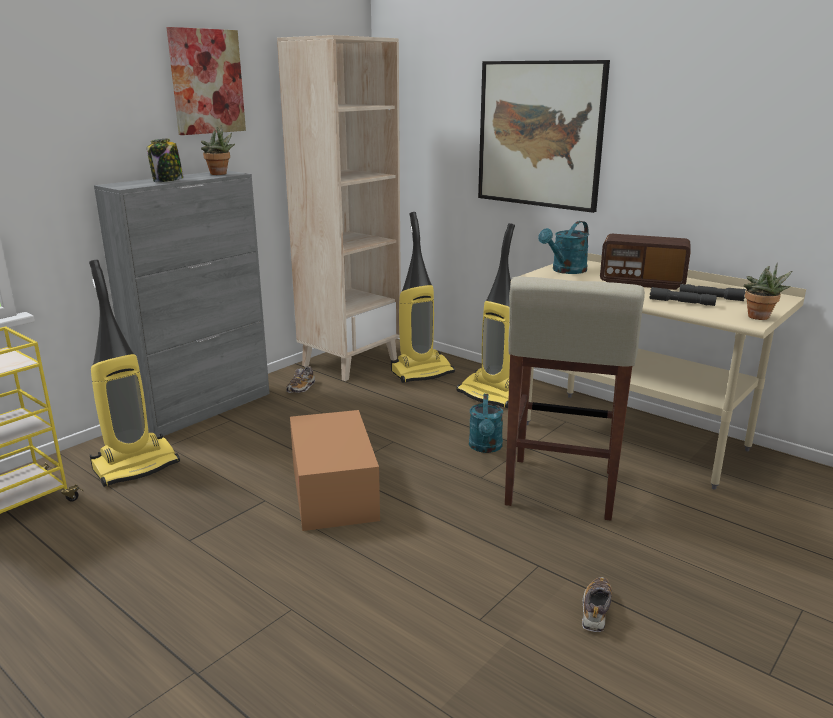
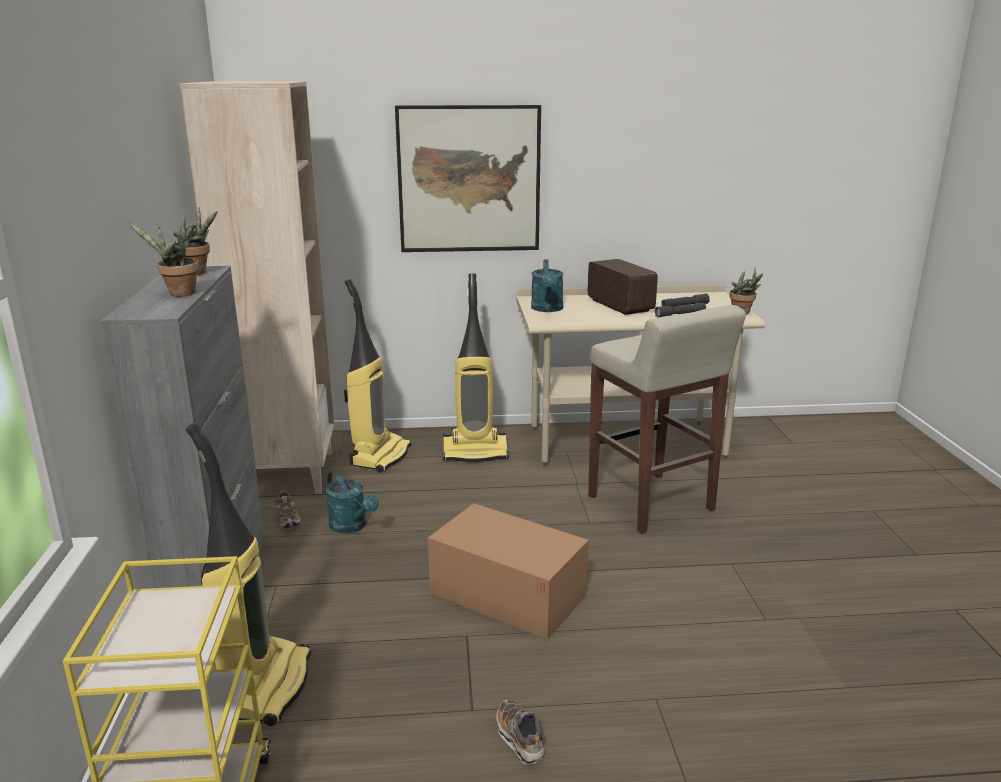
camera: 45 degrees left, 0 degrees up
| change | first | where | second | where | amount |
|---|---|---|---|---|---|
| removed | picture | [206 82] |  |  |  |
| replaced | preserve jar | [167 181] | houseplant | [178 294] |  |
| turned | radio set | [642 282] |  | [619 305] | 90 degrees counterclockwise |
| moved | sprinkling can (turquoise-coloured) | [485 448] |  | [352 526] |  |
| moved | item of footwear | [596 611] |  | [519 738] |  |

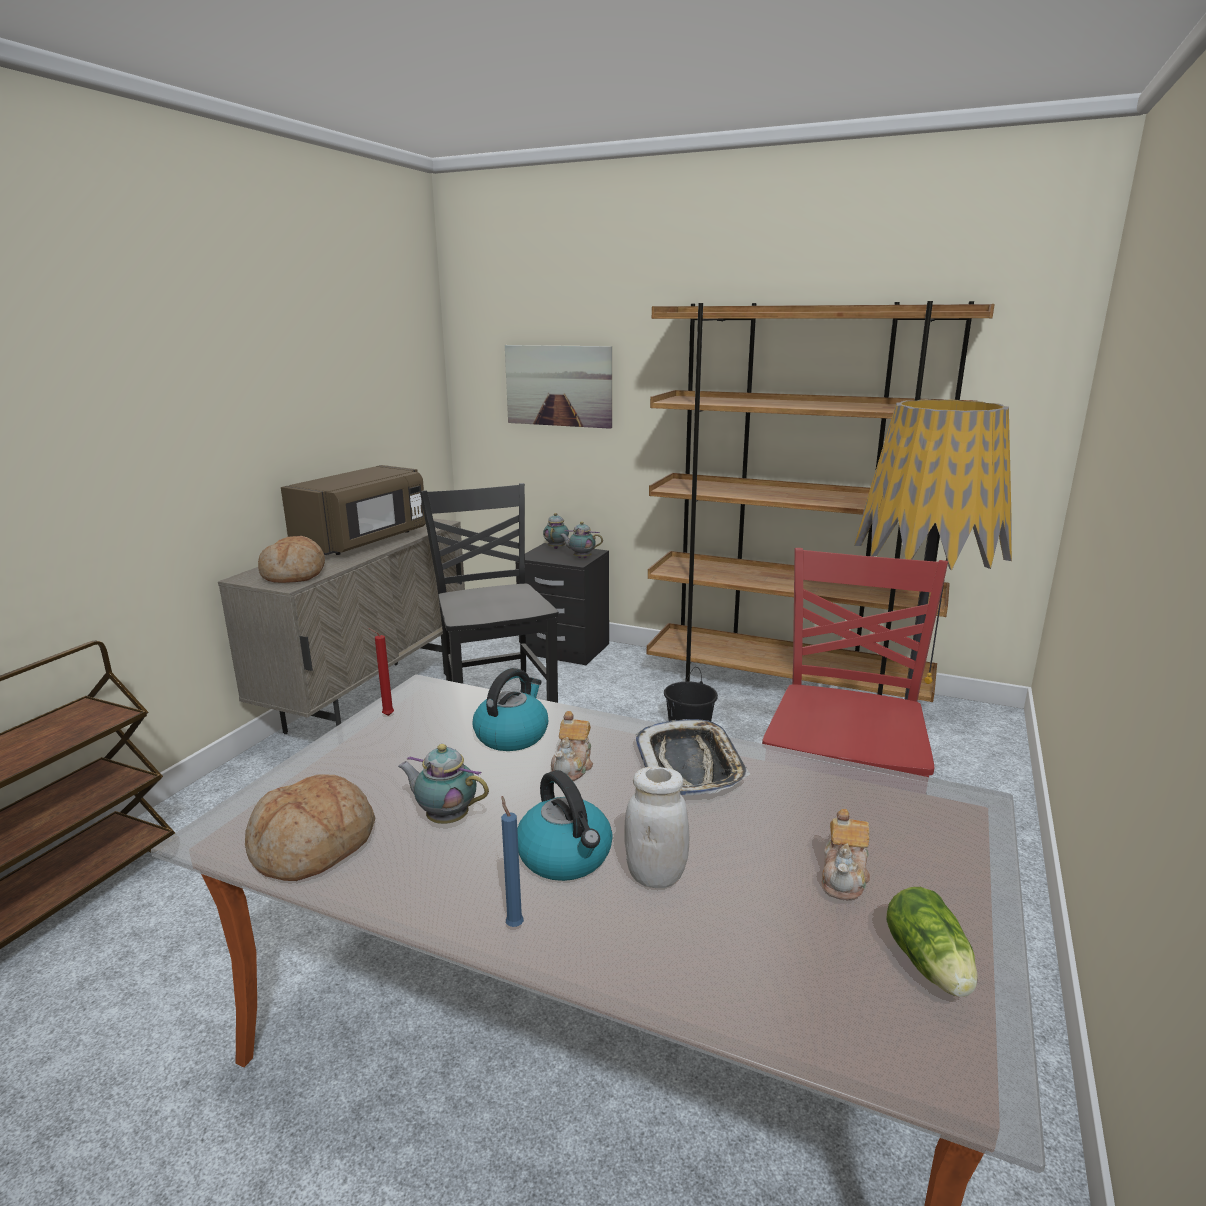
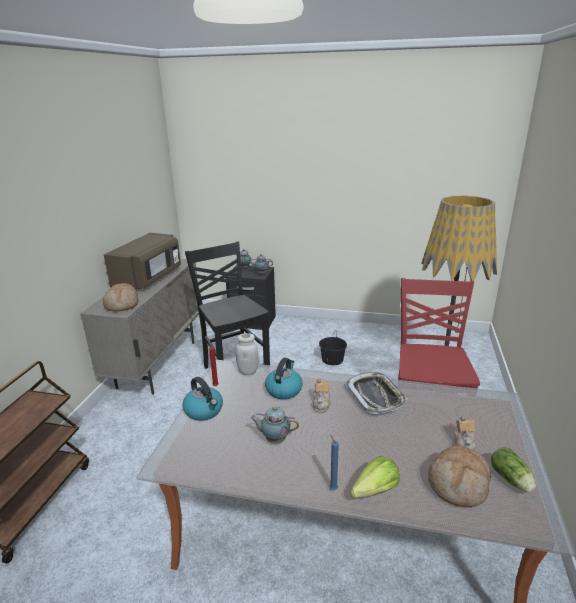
camera: 10 degrees left, 5 degrees up
| change | first | where | second | where | amount |
|---|---|---|---|---|---|
| removed | bookcase (brownish) | [786 688] |  |  |  |
| removed | picture | [558 386] |  |  |  |
| moved | preserve jar (white-coloured) | [655 876] |  | [248 371] |  |
| moved | kettle | [566 857] |  | [204 411] |  |
| moved | bakery bread | [314 846] |  | [458 484] |  |
| added |  |  | head of lettuce | [371 492] |  |

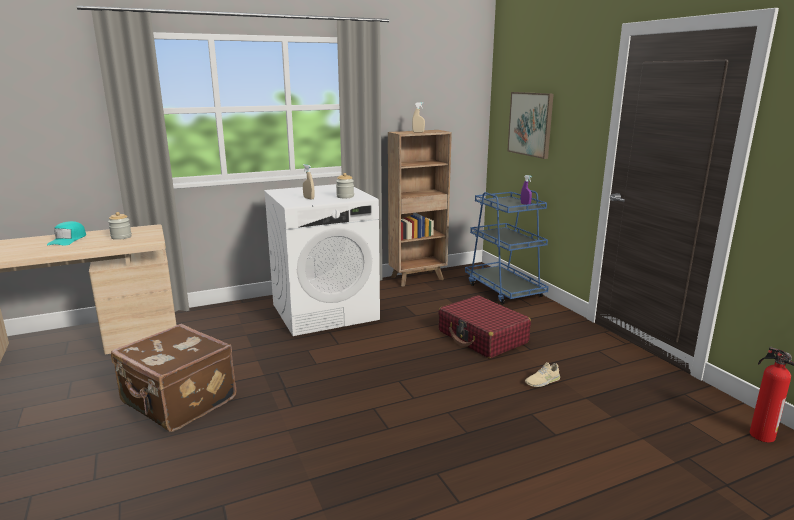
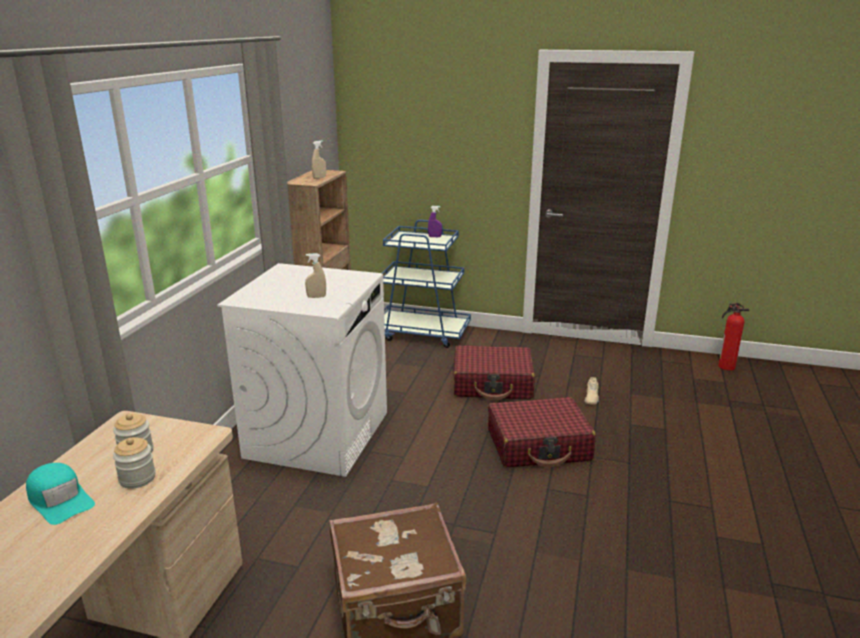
camera: 50 degrees left, 5 degrees up
| change | first | where | second | where | amount |
|---|---|---|---|---|---|
| removed | picture | [530 124] |  |  |  |
| moved | preserve jar | [345 196] |  | [137 478] |  |
| added |  |  | travel case (reddish) | [539 445] |  |

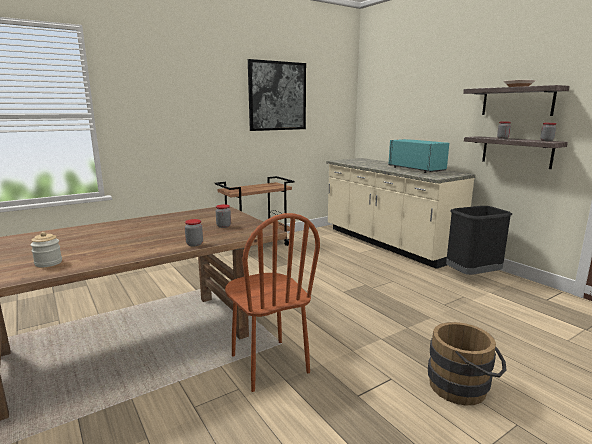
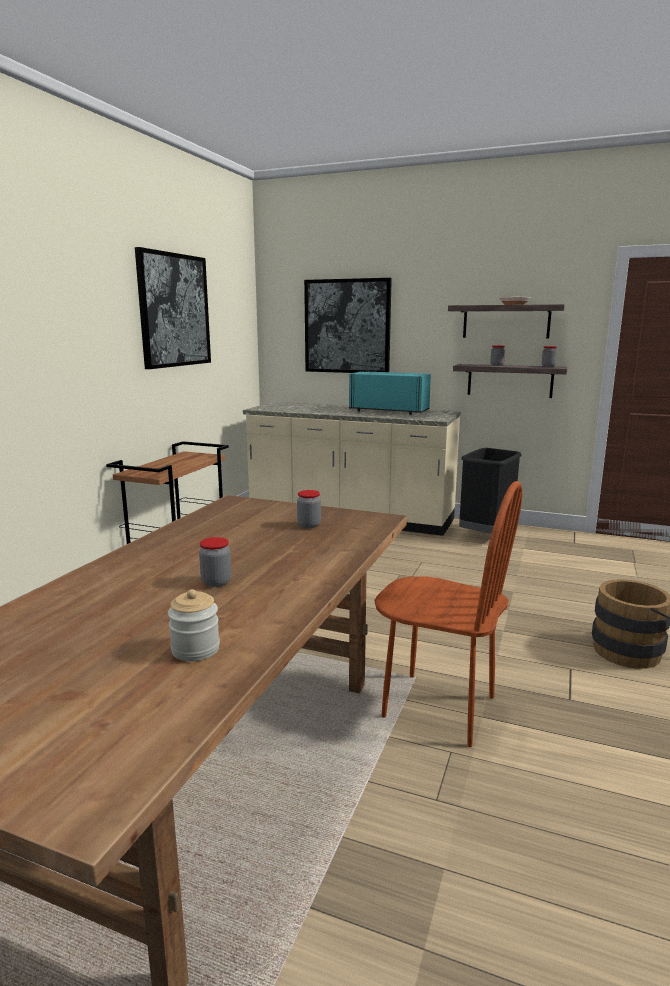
camera: 35 degrees left, 0 degrees up
| change | first | where | second | where | amount |
|---|---|---|---|---|---|
| moved | preserve jar | [194 244] |  | [216 582] |  |
| added |  |  | picture | [347 326] |  |

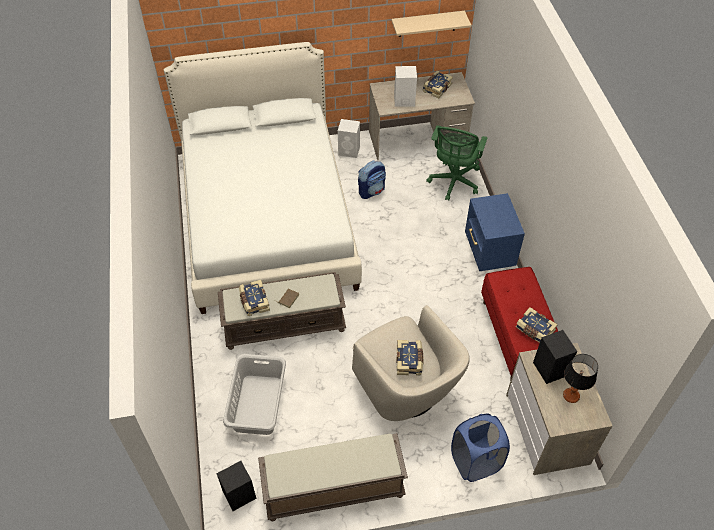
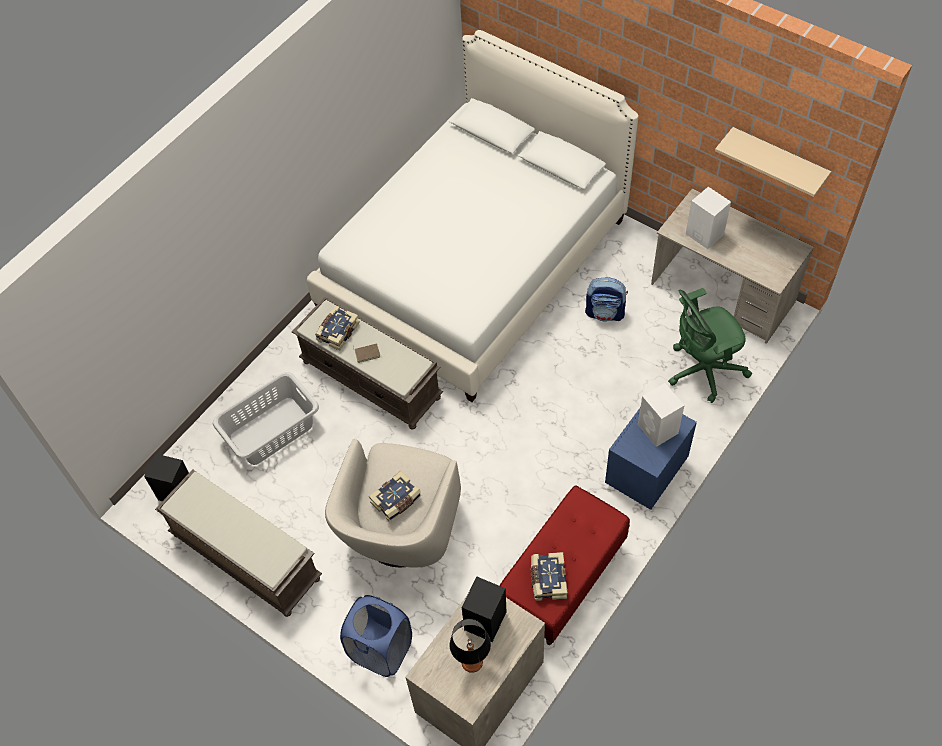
camera: 50 degrees right, 5 degrees up
| change | first | where | second | where | amount |
|---|---|---|---|---|---|
| removed | volume | [436 88] |  |  |  |
| moved | audio speaker (white-coloured) | [349 151] |  | [658 429] |  |

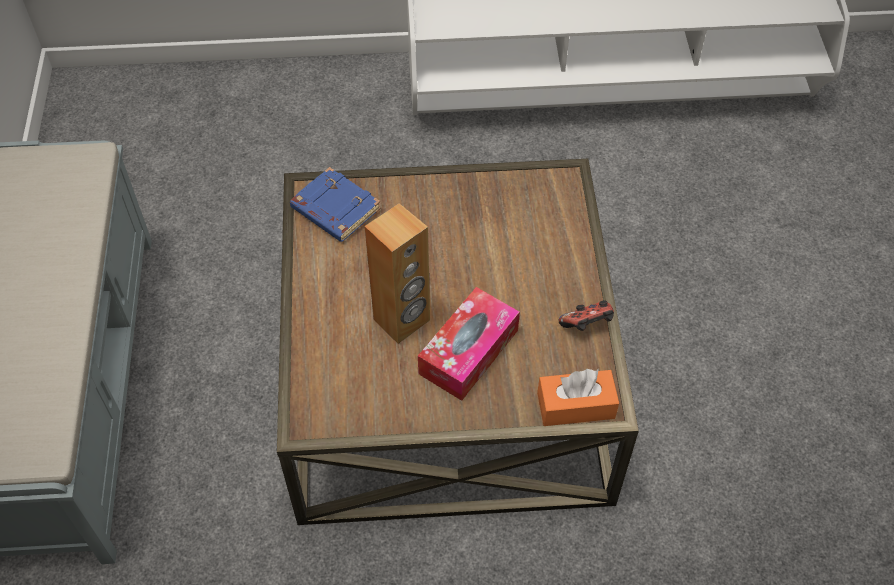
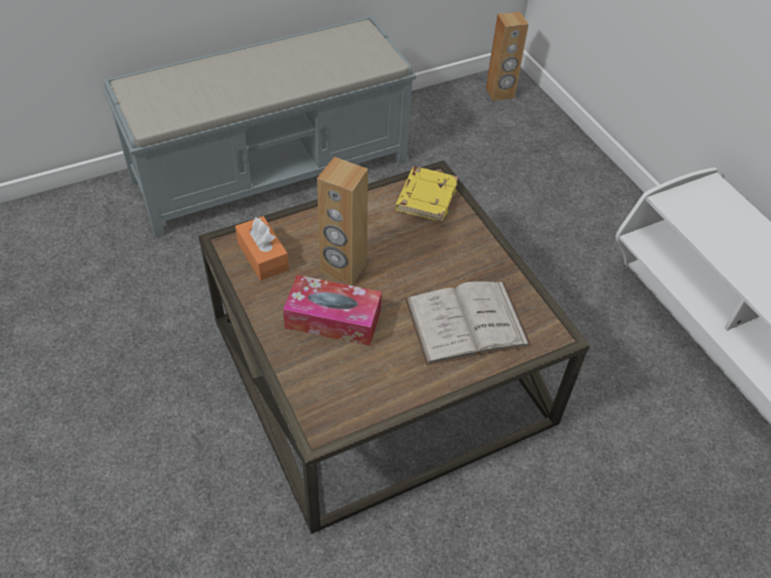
camera: 65 degrees right, 5 degrees down
| change | first | where | second | where | amount |
|---|---|---|---|---|---|
| recoloured | volume (blue-coloured) | [334 209] | volume (yellowish) | [426 197] |  |
| removed | gamepad | [587 325] |  |  |  |
| moved | tissue holder (orangey) | [575 405] |  | [263 256] |  |
| added |  |  | audio speaker (brownish) | [500 93] |  |
| added |  |  | volume (white-coloured) | [467 322] |  |

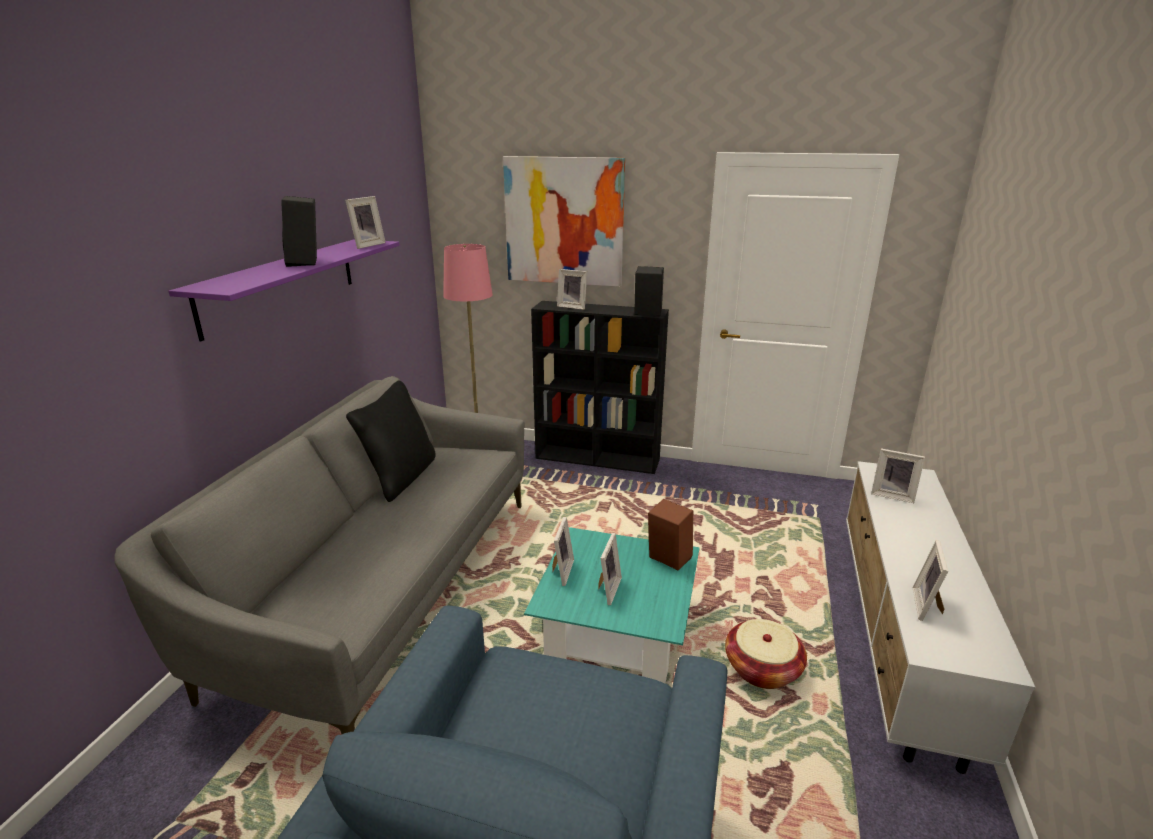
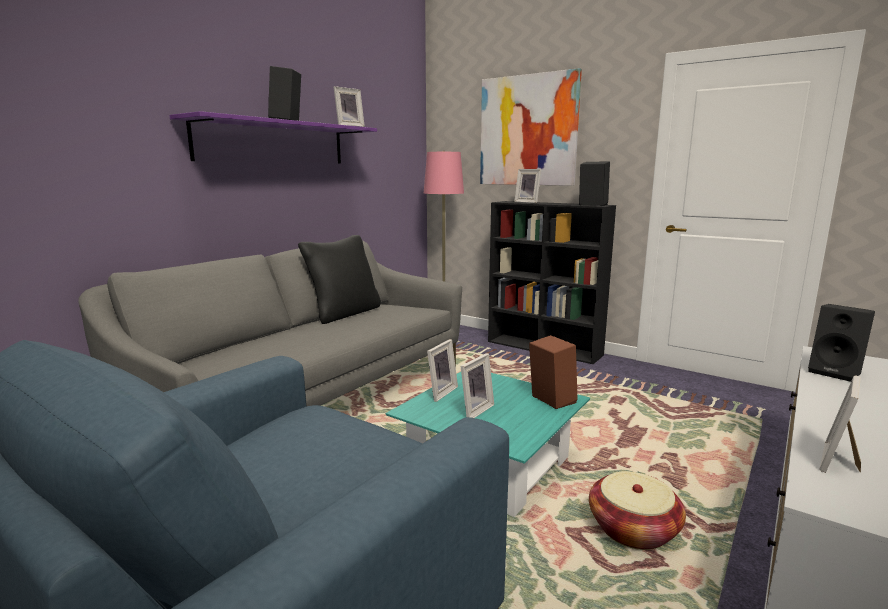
camera: 20 degrees right, 10 degrees down
| change | first | where | second | where | amount |
|---|---|---|---|---|---|
| replaced | photo frame | [892 495] | audio speaker (black) | [836 372] |  |

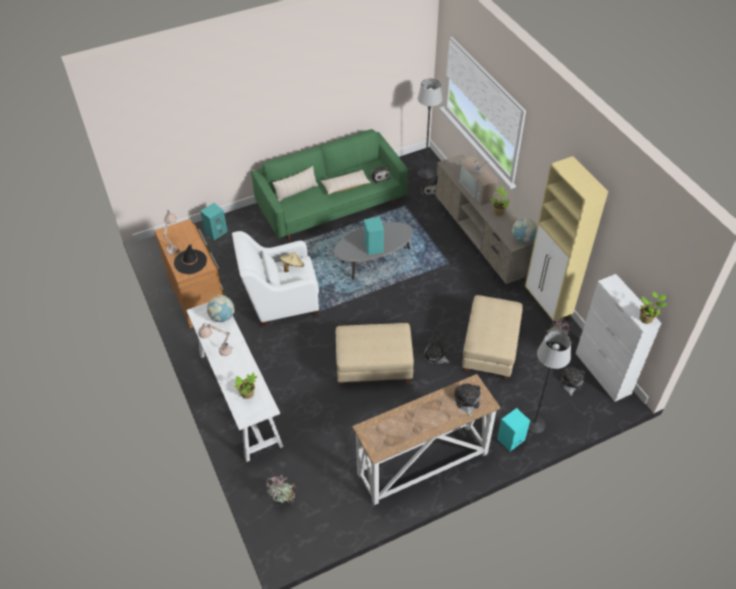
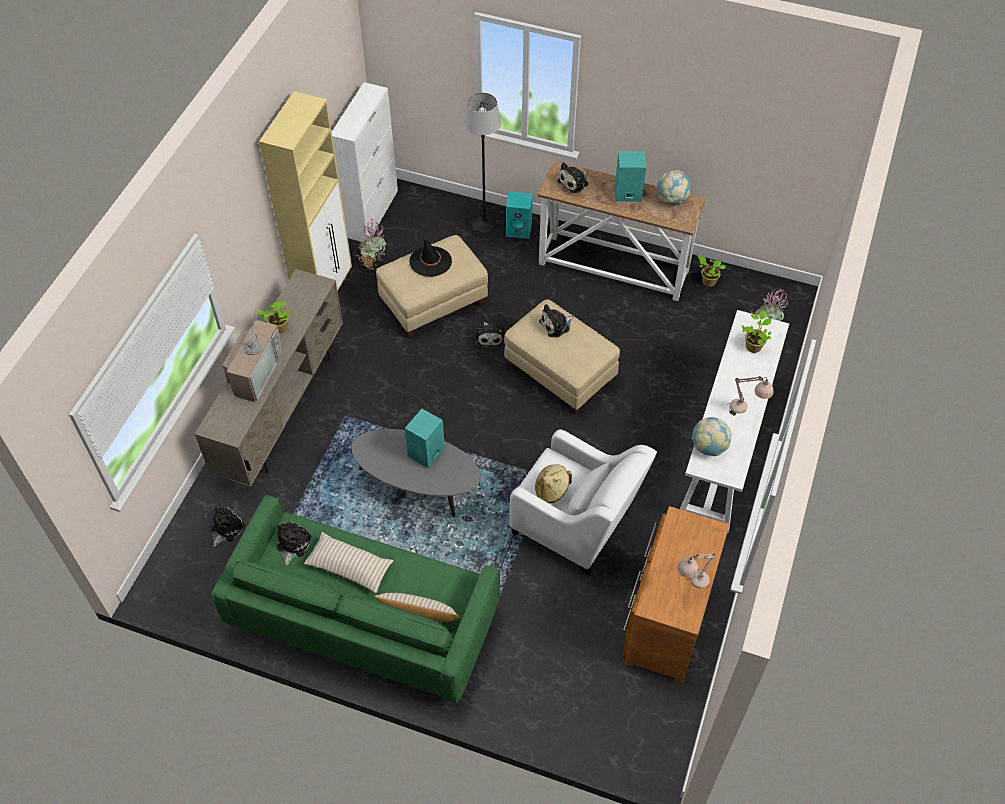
camera: 135 degrees left, 5 degrees up
| change | first | where | second | where | amount |
|---|---|---|---|---|---|
| removed | standing lamp | [425 173] |  |  |  |
| moved | audio speaker (turquoise-coloured) | [216 231] |  | [627 193] |  |
| moved | world globe | [523 239] |  | [672 199] |  |
| moved | wearable hat (black) | [190 262] |  | [430 261] |  |
| moved | houseplant | [646 318] |  | [707 281] |  |
| moved | soft toy | [571 382] |  | [556 325] |  |

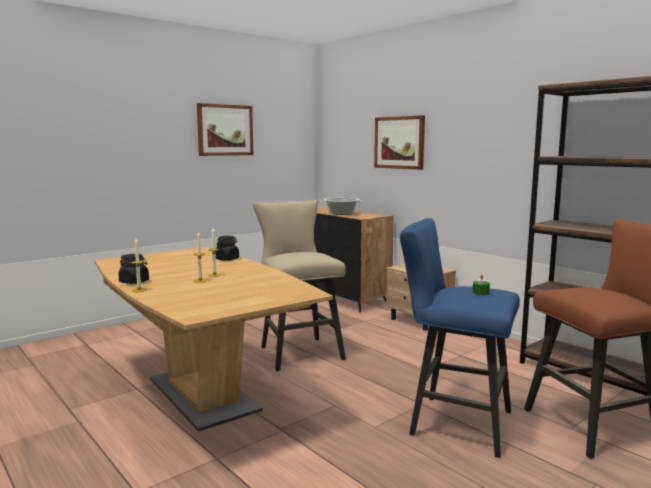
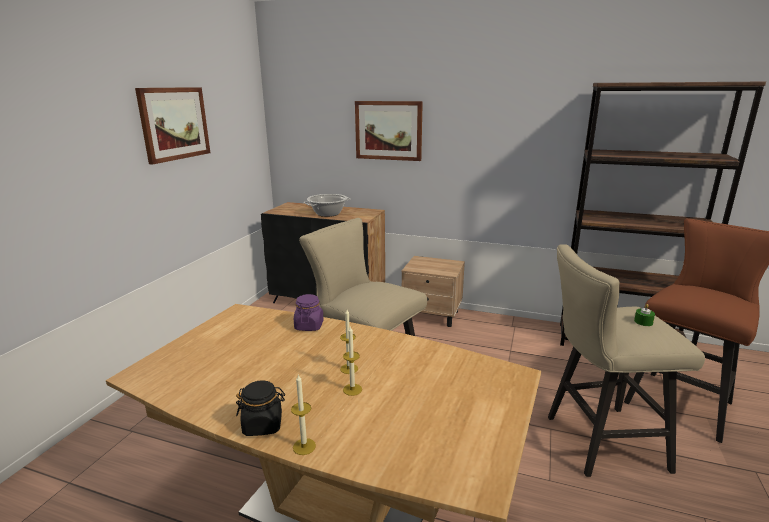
camera: 30 degrees left, 10 degrees up
| change | first | where | second | where | amount |
|---|---|---|---|---|---|
| recoloured | stool (blue-coloured) | [453 422] | stool (beige) | [597 442] |  |
| recoloured | preserve jar (black) | [227 259] | preserve jar (purple-coloured) | [309 326] |  |

